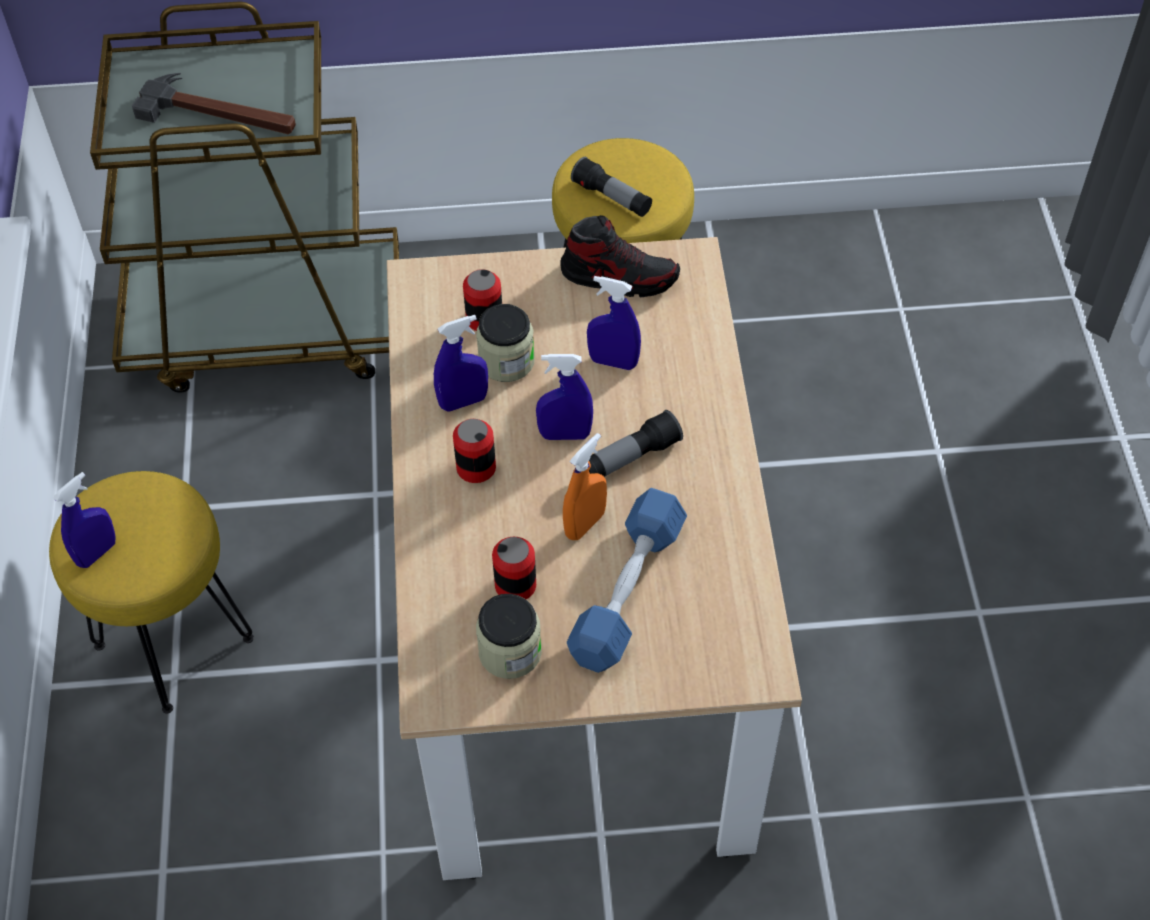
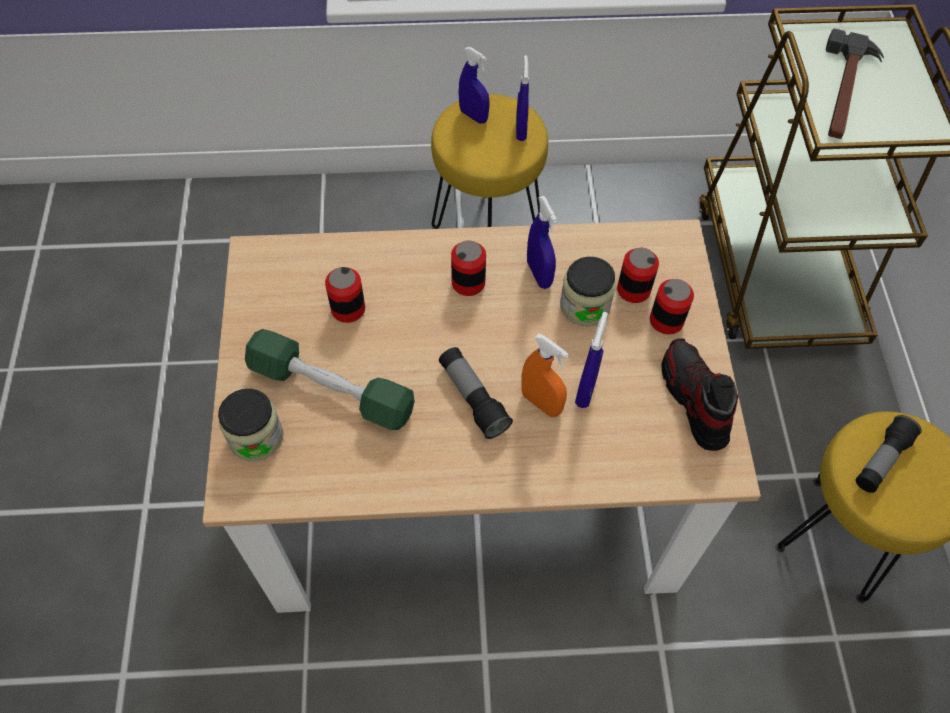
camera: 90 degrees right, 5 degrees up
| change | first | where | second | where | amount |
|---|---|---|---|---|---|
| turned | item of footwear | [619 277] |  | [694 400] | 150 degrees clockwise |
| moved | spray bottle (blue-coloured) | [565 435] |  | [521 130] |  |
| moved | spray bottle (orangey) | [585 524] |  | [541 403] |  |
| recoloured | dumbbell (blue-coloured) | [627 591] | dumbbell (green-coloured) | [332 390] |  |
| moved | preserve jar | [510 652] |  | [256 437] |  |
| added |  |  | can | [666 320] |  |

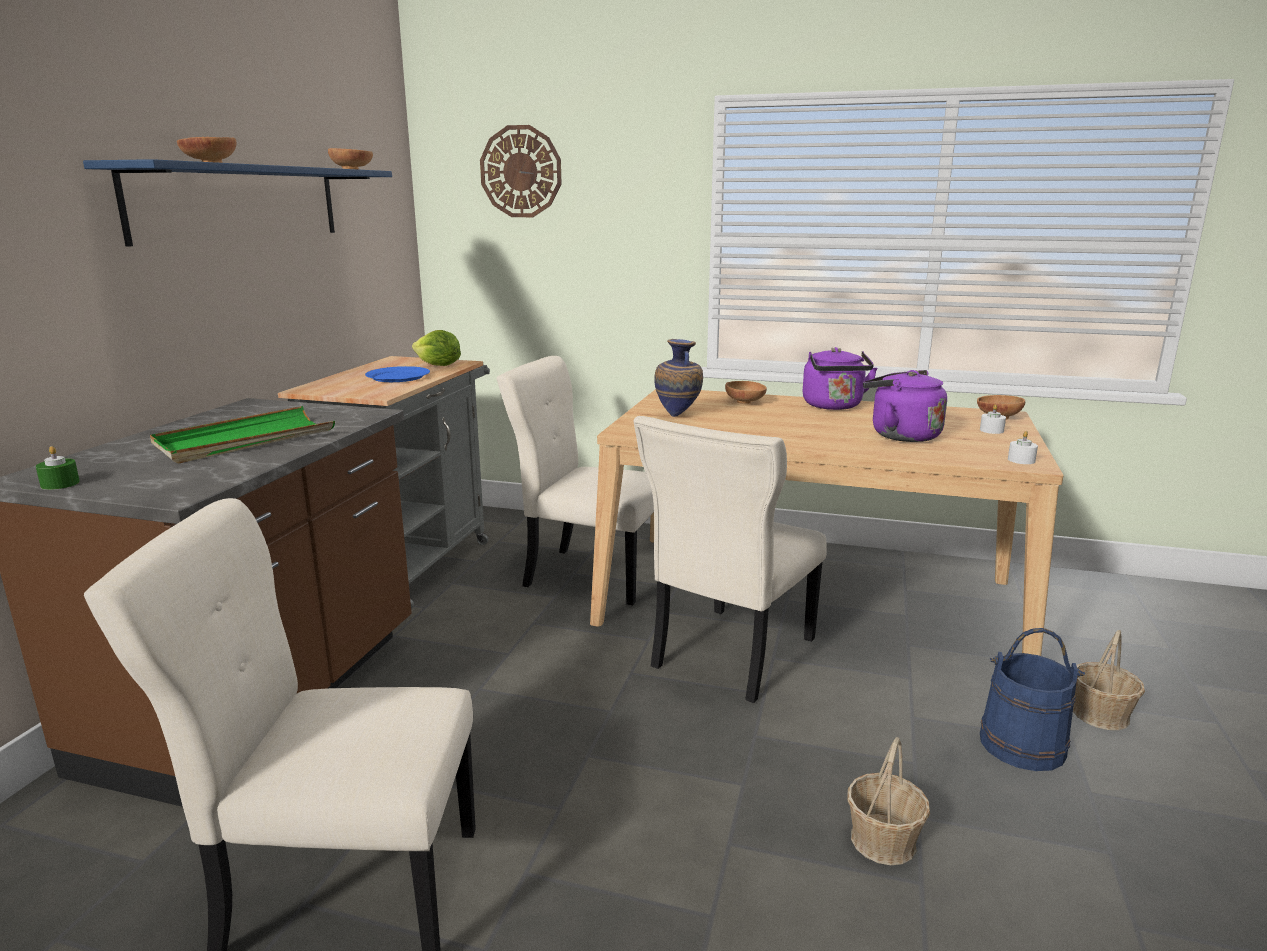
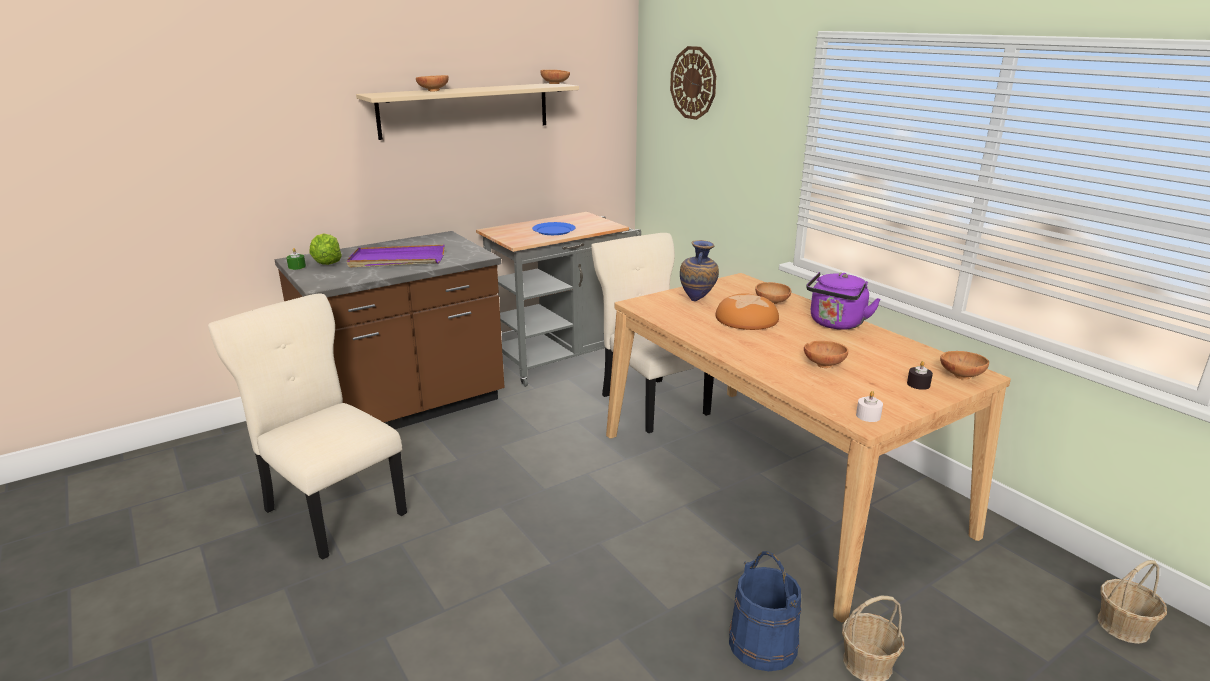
camera: 40 degrees right, 5 degrees up
| change | first | where | second | where | amount |
|---|---|---|---|---|---|
| recoloured | wall shelf (blue-coloured) | [240 203] | wall shelf (beige) | [465 110] |  |
| moved | head of lettuce | [438 366] |  | [327 263] |  |
| replaced | kettle (purple-coloured) | [900 435] | deep dish (brownish) | [824 364] |  |
| recoloured | candle (white-coloured) | [991 430] | candle (black) | [918 384] |  |
| recoloured | tray (green-coloured) | [245 440] | tray (purple-coloured) | [397 260] |  |
| removed | chair (beige) | [729 655] |  |  |  |
| moved | basket | [883 840] |  | [1123 626] |  |
| added |  |  | bakery bread | [746 319] |  |

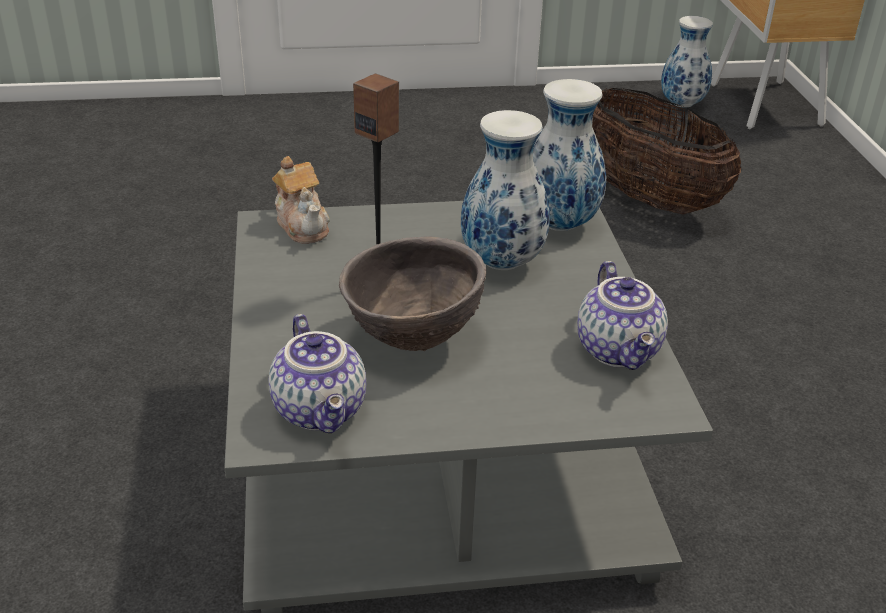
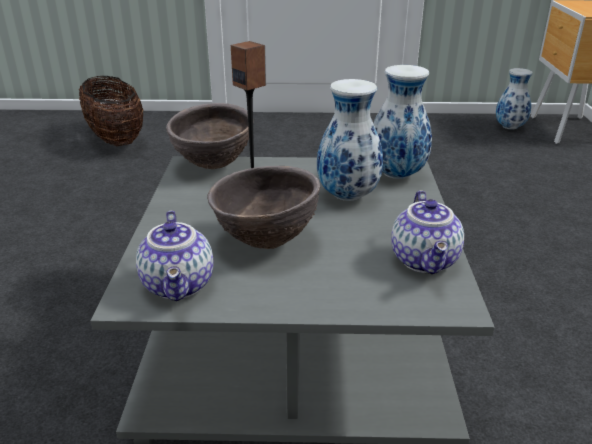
camera: 10 degrees right, 5 degrees down
| change | first | where | second | where | amount |
|---|---|---|---|---|---|
| moved | basket | [646 197] |  | [116 139] |  |
| replaced | pot for tea | [303 225] | deep dish (brownish) | [213 166] |  |

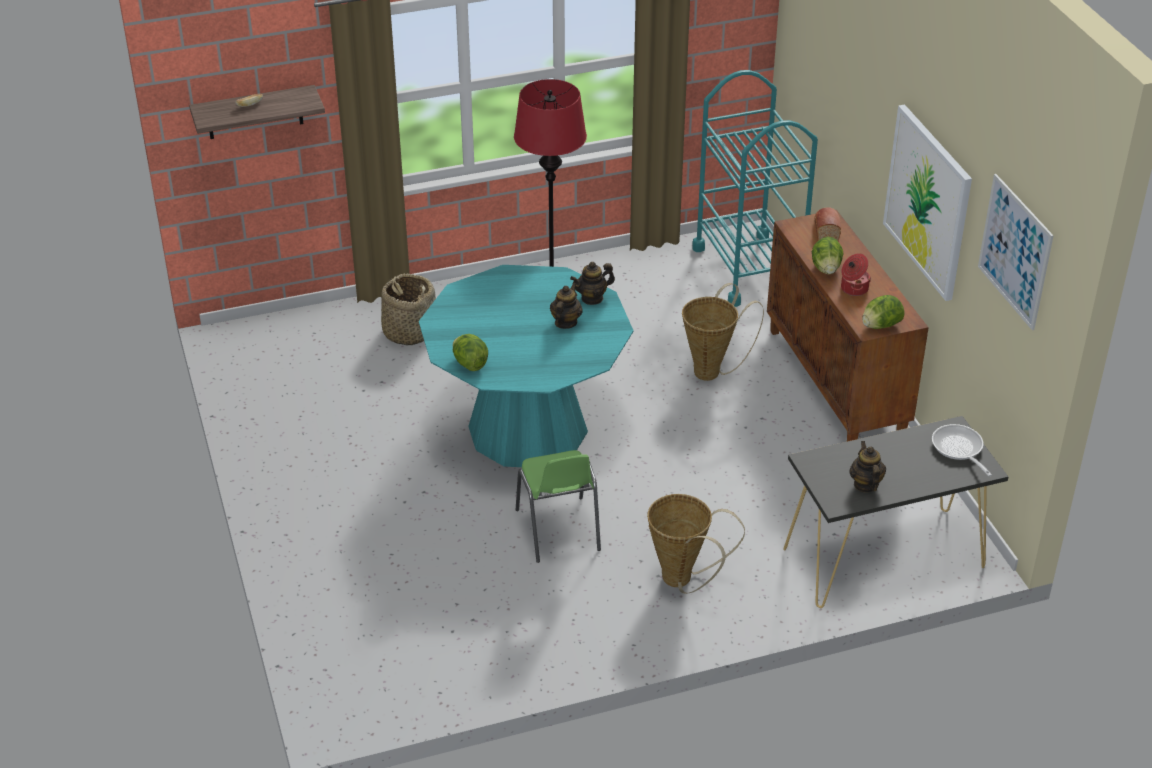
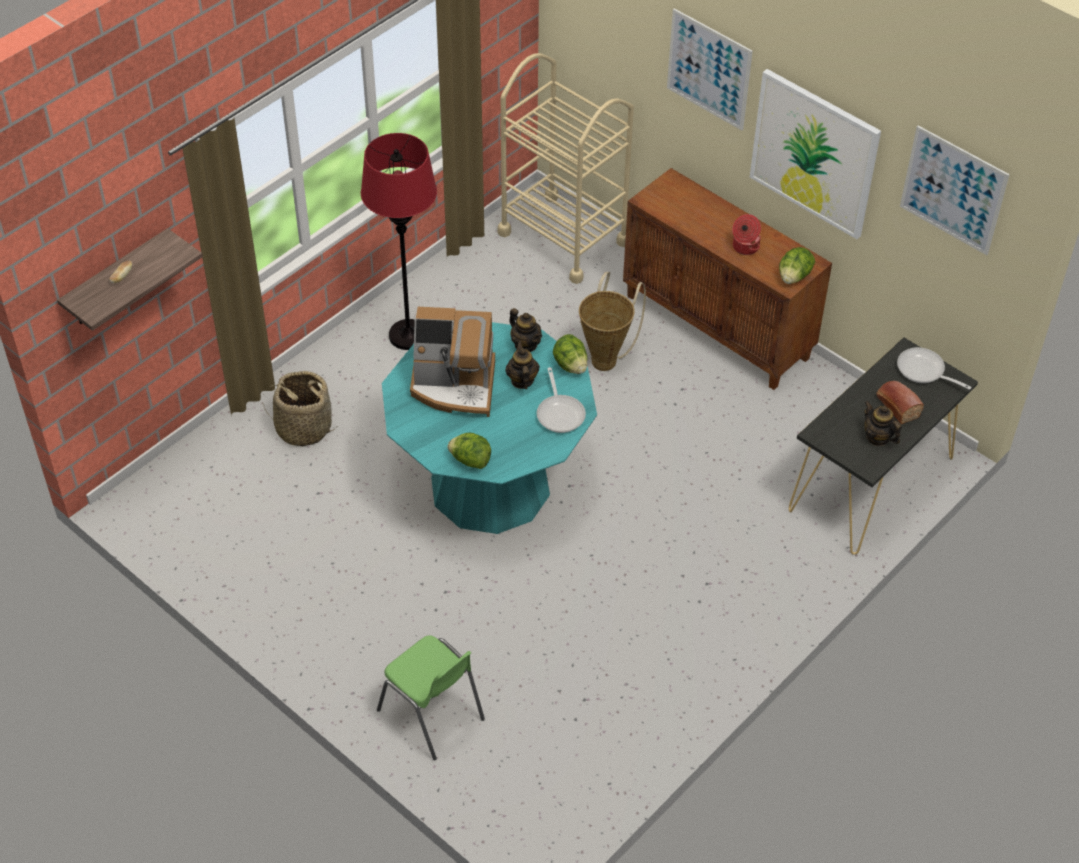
camera: 30 degrees left, 10 degrees up
| change | first | where | second | where | amount |
|---|---|---|---|---|---|
| recoloured | trolley (turquoise-coloured) | [749 269] | trolley (beige) | [563 237] |  |
| moved | bakery bread | [826 231] |  | [896 406] |  |
| moved | head of lettuce | [826 268] |  | [570 365] |  |
| turned | pot for tea | [592 298] |  | [526 344] | 75 degrees counterclockwise |
| moved | chair (green-coloured) | [558 530] |  | [432 715] |  |
| removed | basket | [683 581] |  |  |  |
| added |  |  | picture | [709 69] |  |
| added |  |  | coffee maker | [454 386] |  |
| added |  |  | skillet | [560 413] |  |

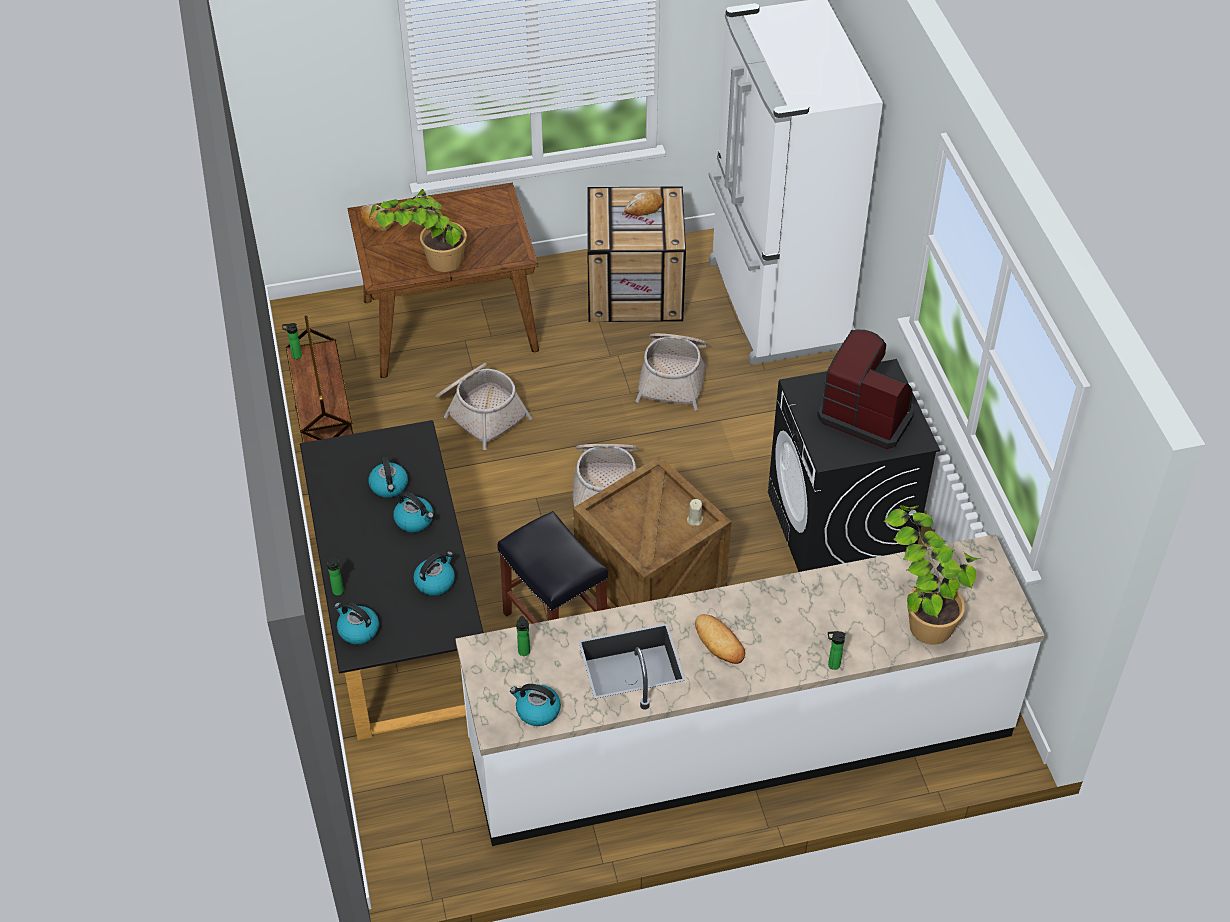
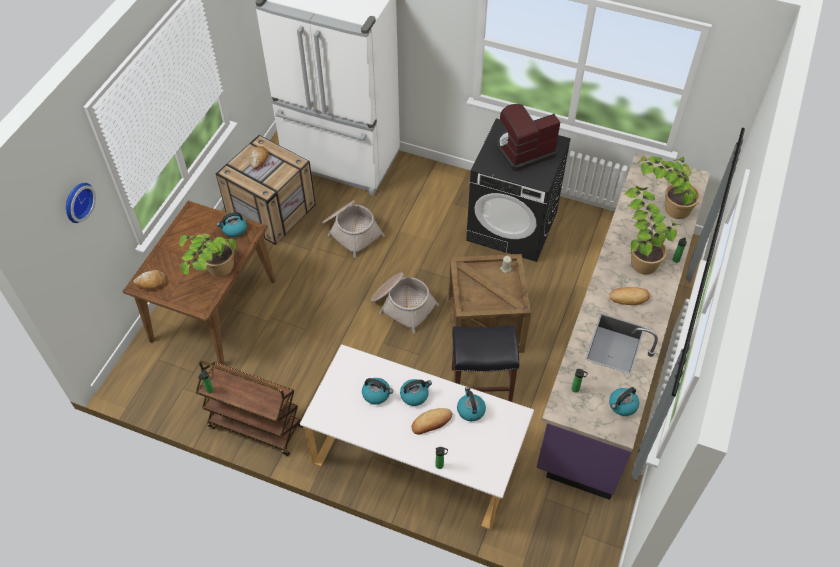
camera: 55 degrees left, 5 degrees up
| change | first | where | second | where | amount |
|---|---|---|---|---|---|
| removed | basket | [480 411] |  |  |  |
| recoloured | desk unit (black) | [399 617] | desk unit (white-coloured) | [416 458] |  |
| recoloured | counter (white-coloured) | [740 738] | counter (purple-coloured) | [614 345] |  |
| moved | kettle | [358 630] |  | [234 229] |  |
| added |  |  | wall clock | [77 201] |  |
| added |  |  | houseplant | [640 252] |  |
| added |  |  | bakery bread | [431 422] |  |

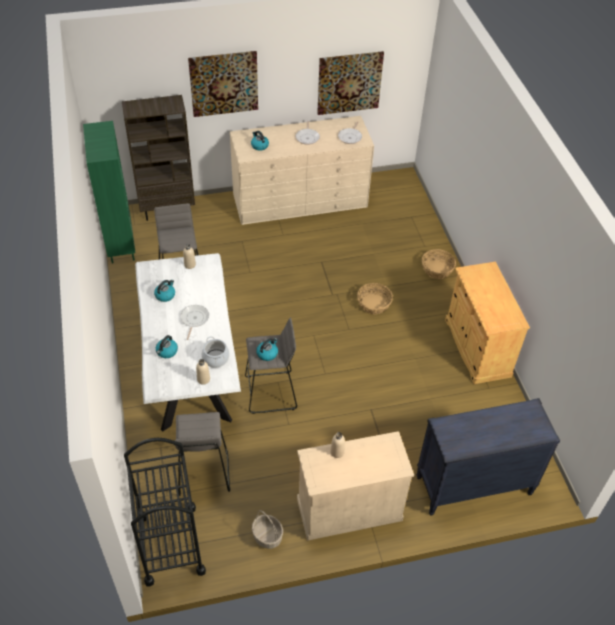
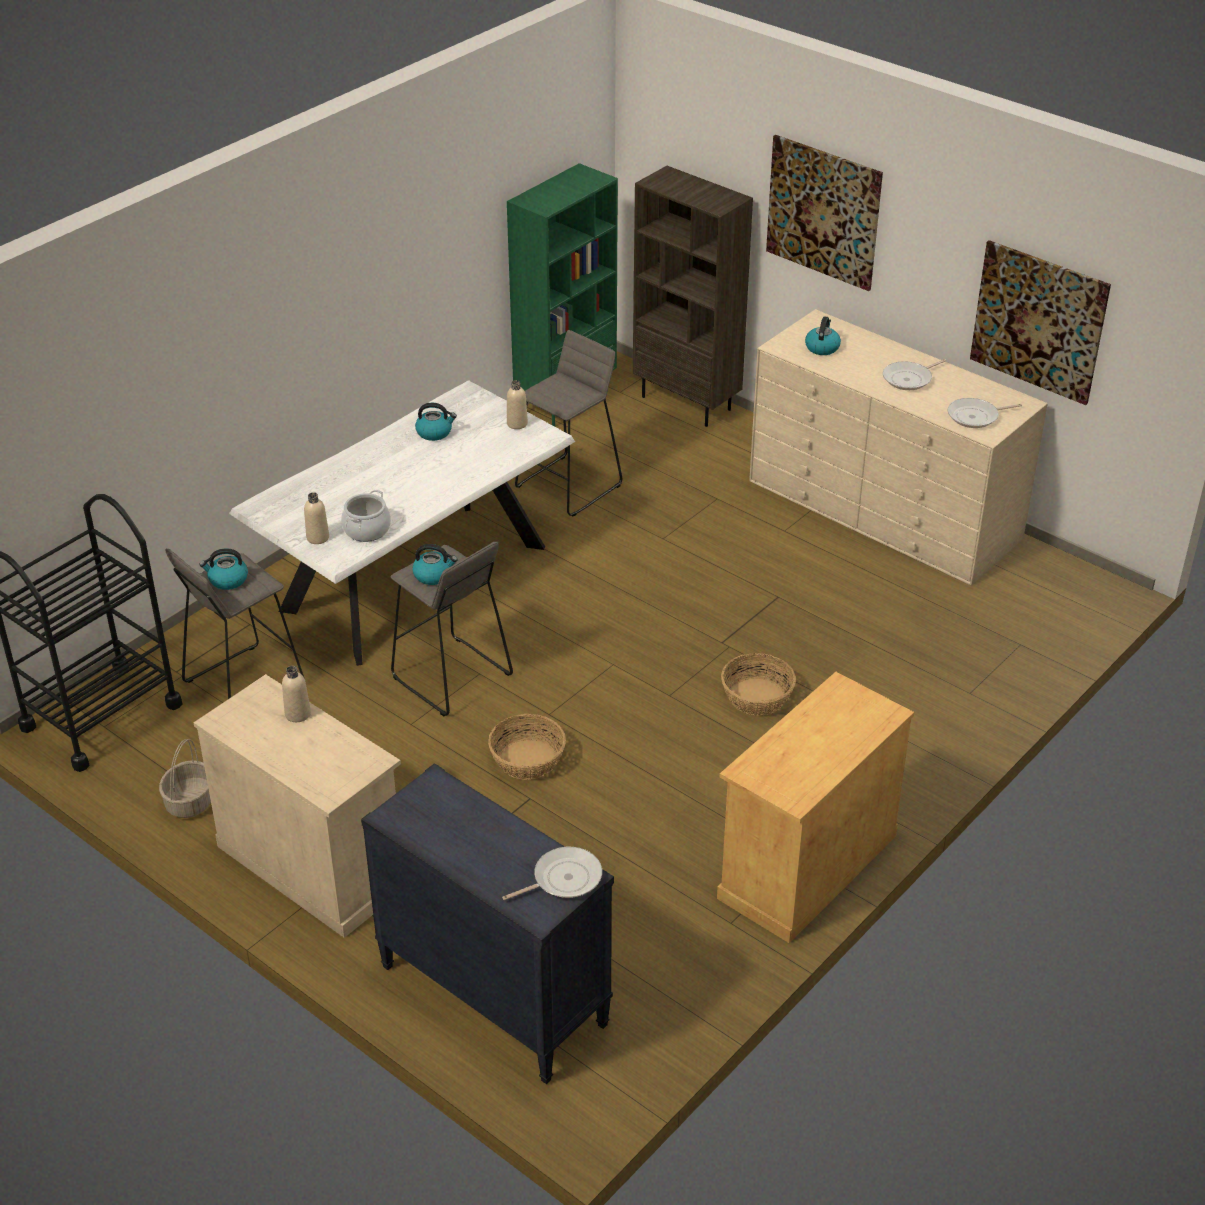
camera: 55 degrees right, 10 degrees down
| change | first | where | second | where | amount |
|---|---|---|---|---|---|
| moved | basket | [437 269] |  | [528 760] |  |
| moved | skillet | [194 319] |  | [563 879] |  |
| moved | kettle | [167 352] |  | [227 580] |  |

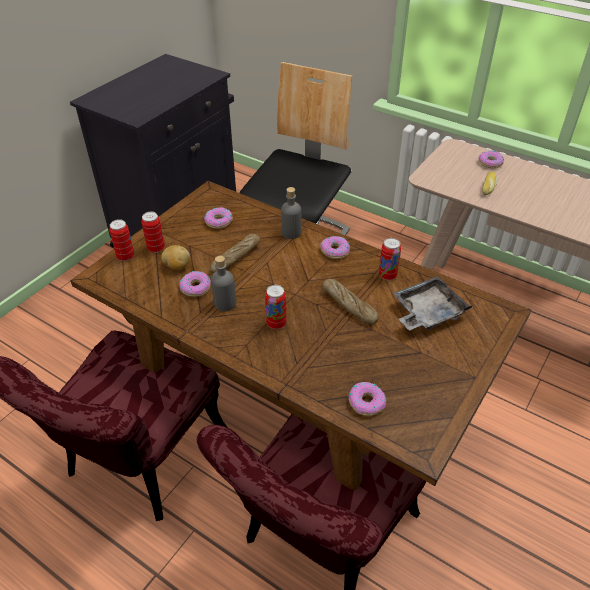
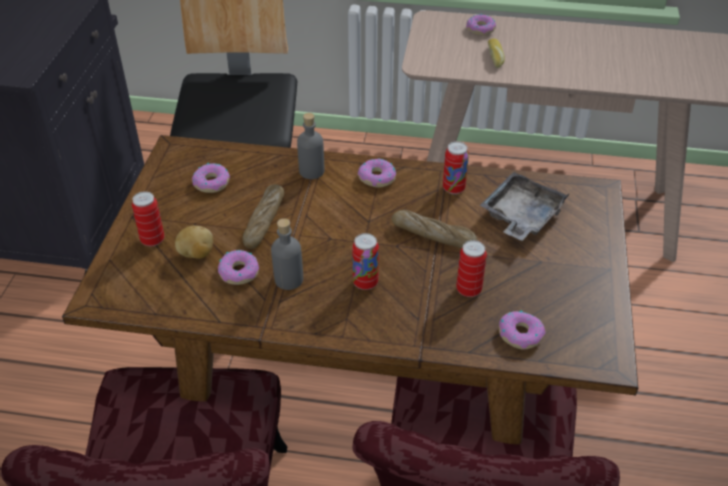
camera: 25 degrees left, 0 degrees up
| change | first | where | second | where | amount |
|---|---|---|---|---|---|
| moved | can | [125 256] |  | [468 290] |  |

